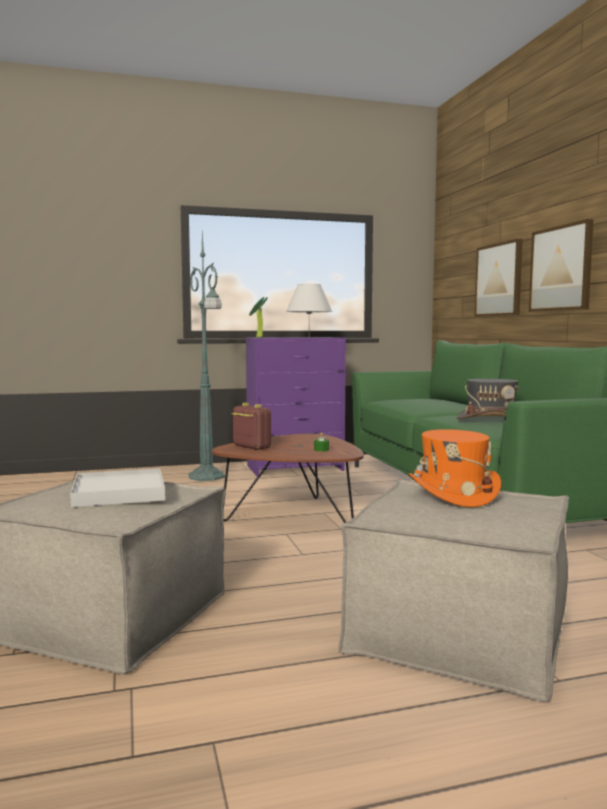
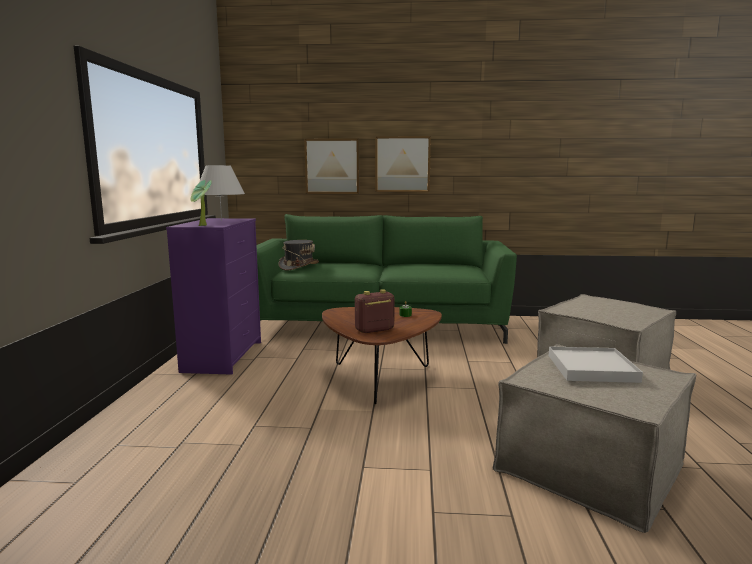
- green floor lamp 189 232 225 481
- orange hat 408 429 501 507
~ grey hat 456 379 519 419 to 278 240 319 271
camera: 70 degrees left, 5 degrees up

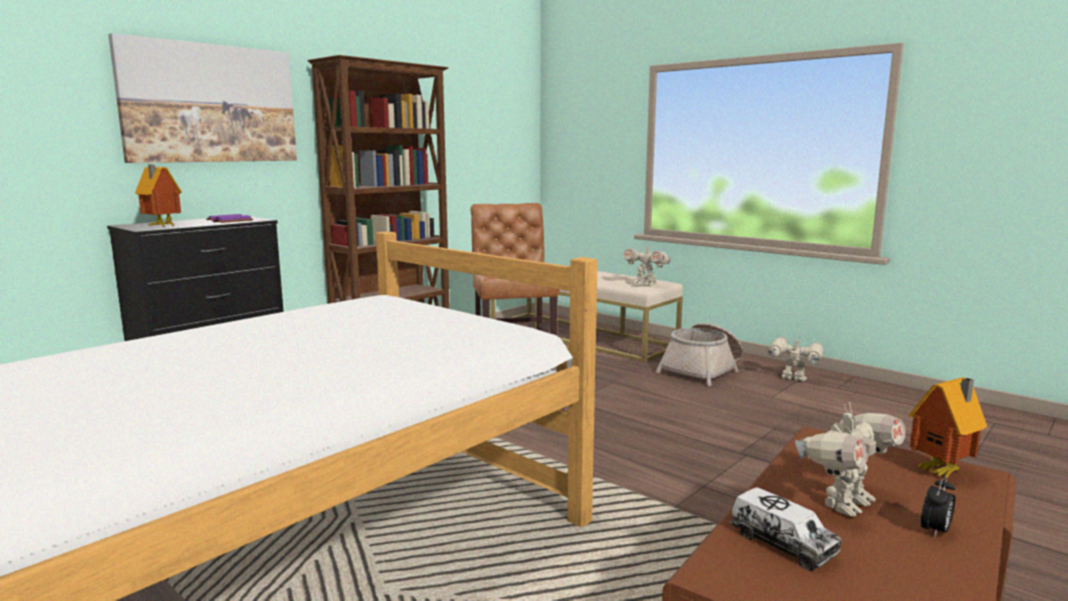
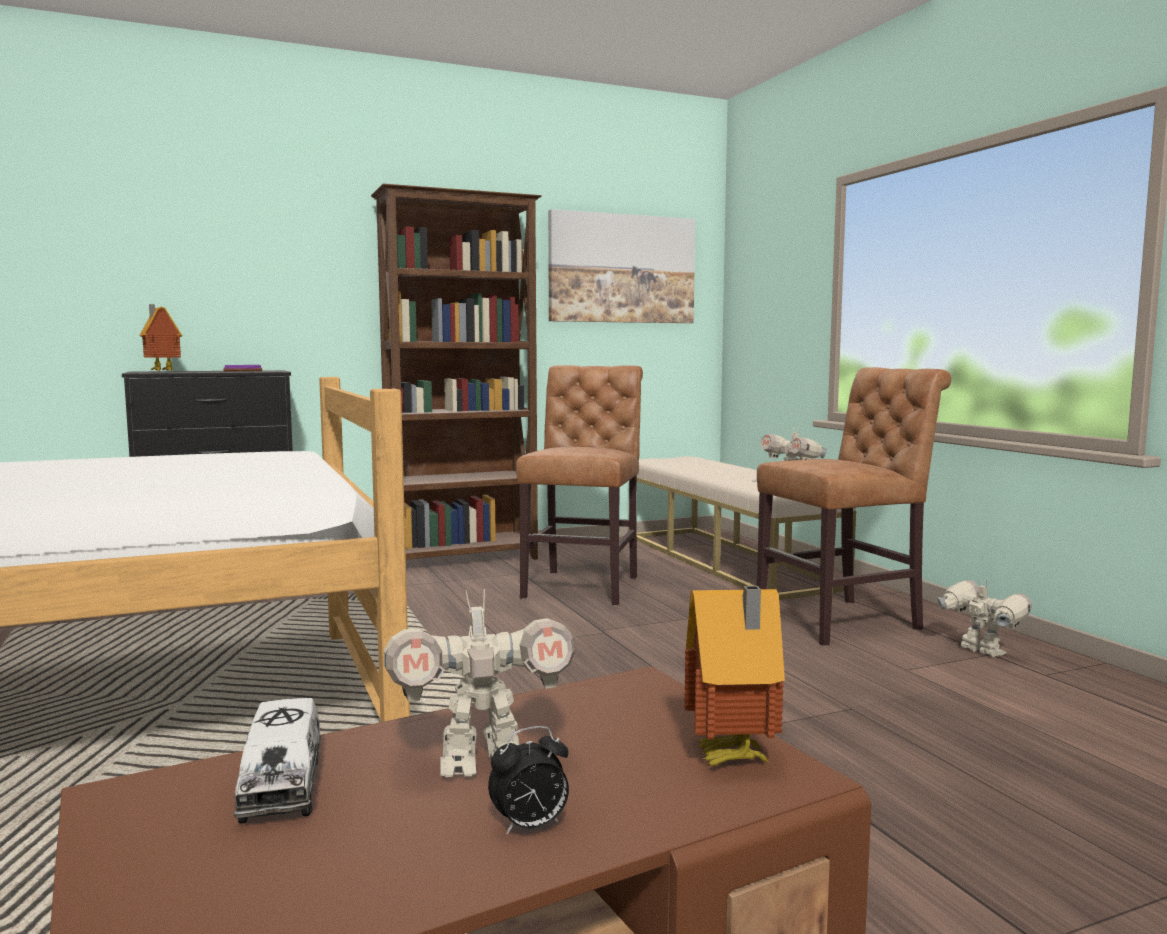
~ picture 108 33 297 163 to 548 209 695 323
~ basket 656 323 743 386 to brown chair 757 367 951 646
camera: 25 degrees right, 5 degrees down

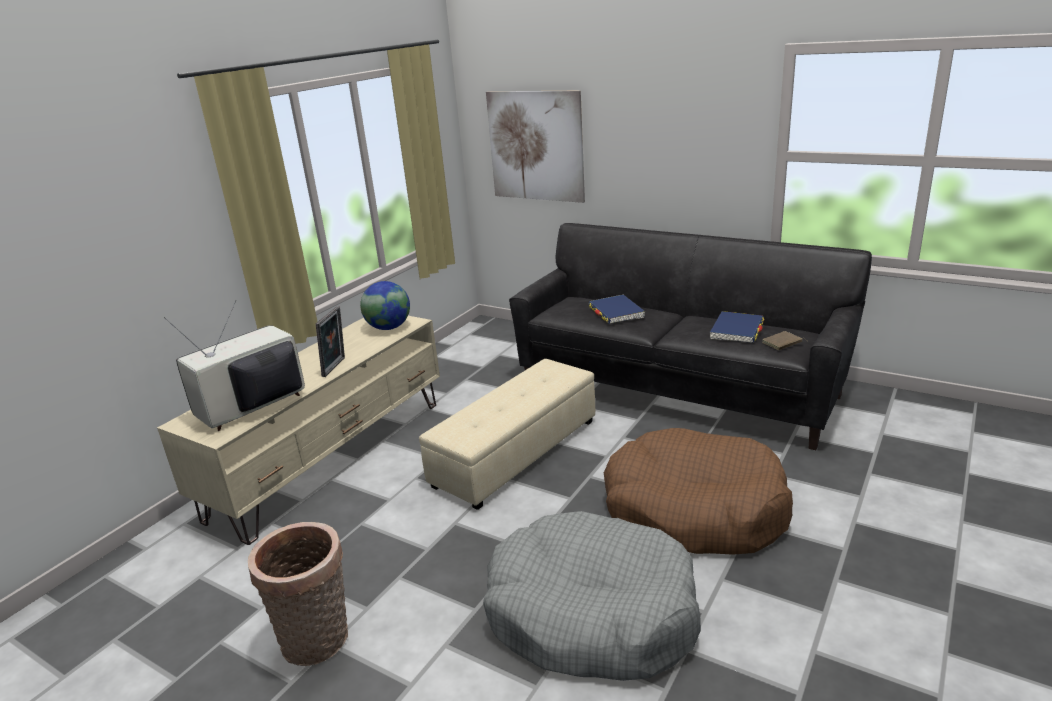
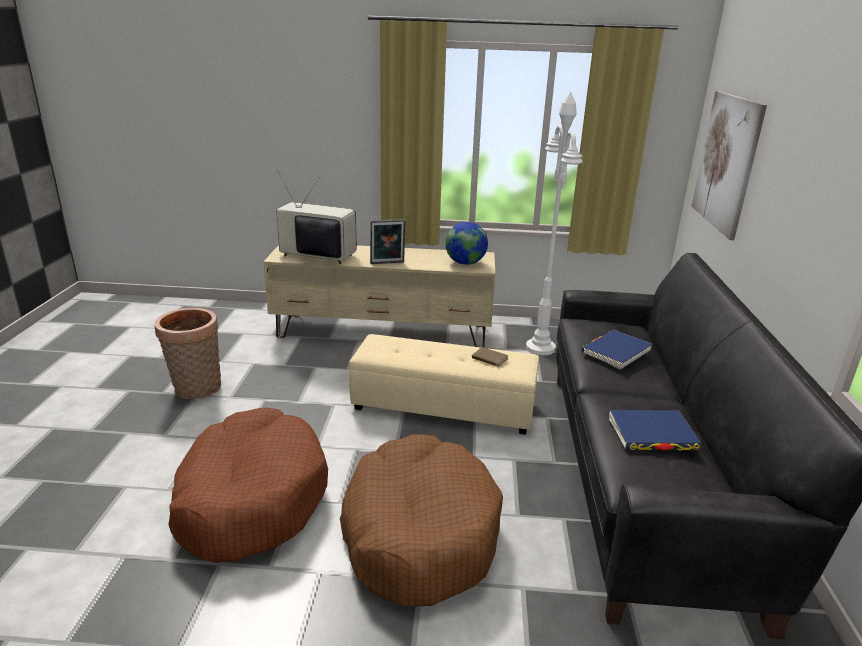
~ grey dog bed 483 511 701 681 to brown dog bed 168 408 328 563
~ brown book 762 331 808 350 to 472 347 508 367
+ white floor lamp 526 91 583 355
camera: 60 degrees right, 0 degrees up

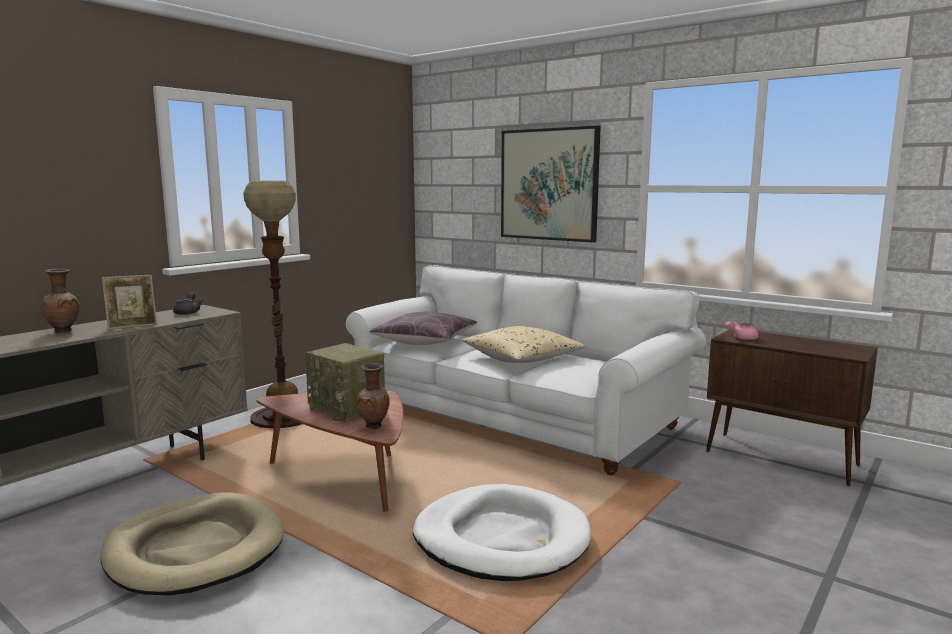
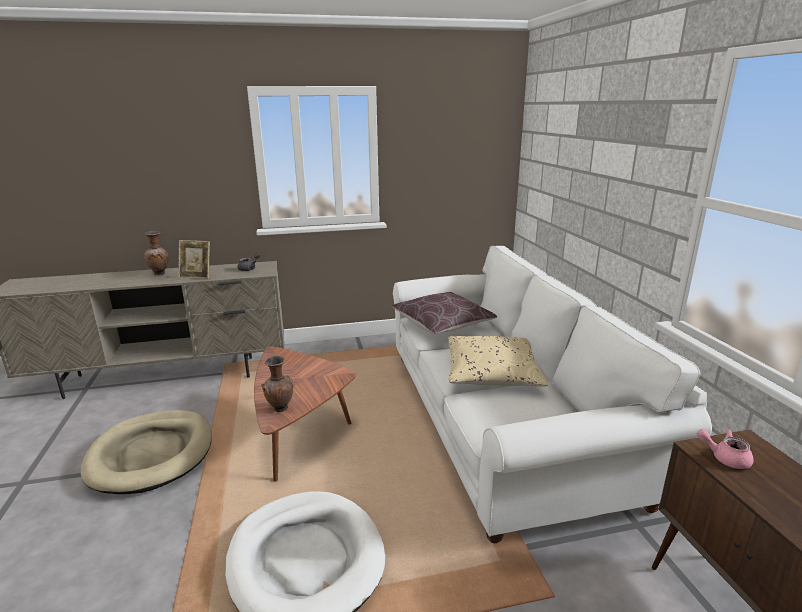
- floor lamp 243 181 301 428
- radio 305 343 385 422
- picture 501 126 601 242
camera: 40 degrees right, 10 degrees up

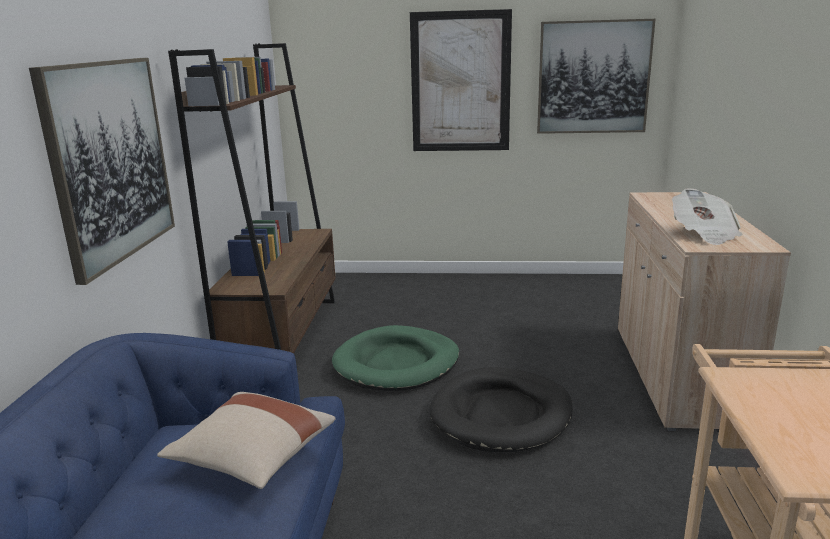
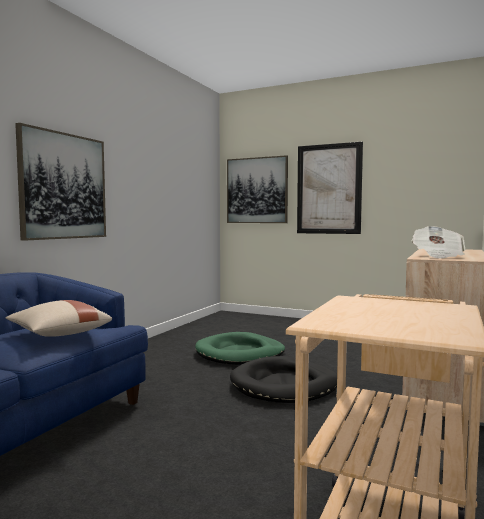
- brown bookcase 168 43 336 354
~ picture 537 19 655 134 to 227 155 288 223
camera: 20 degrees right, 15 degrees down

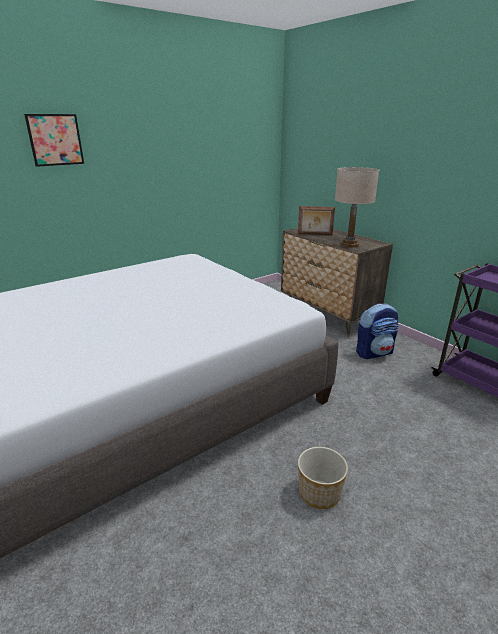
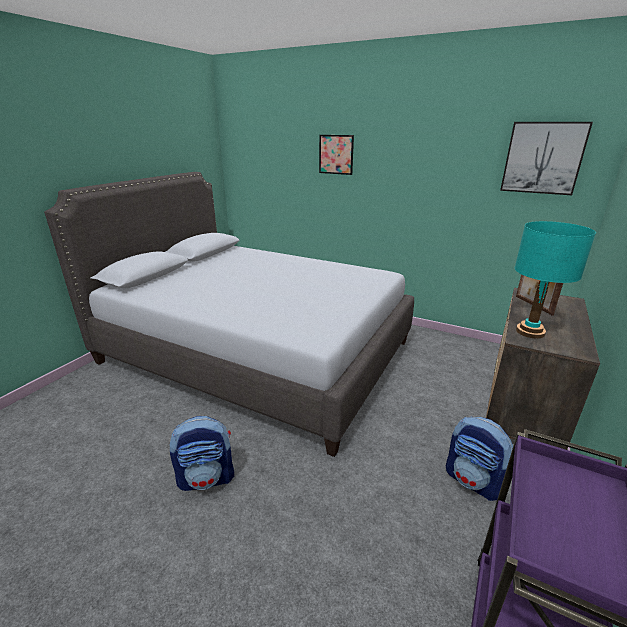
~ planter 298 447 348 509 to backpack 170 416 234 491
~ beige table lamp 335 167 379 248 to turquoise table lamp 514 221 596 339
+ picture 500 122 593 195
camera: 65 degrees right, 0 degrees up

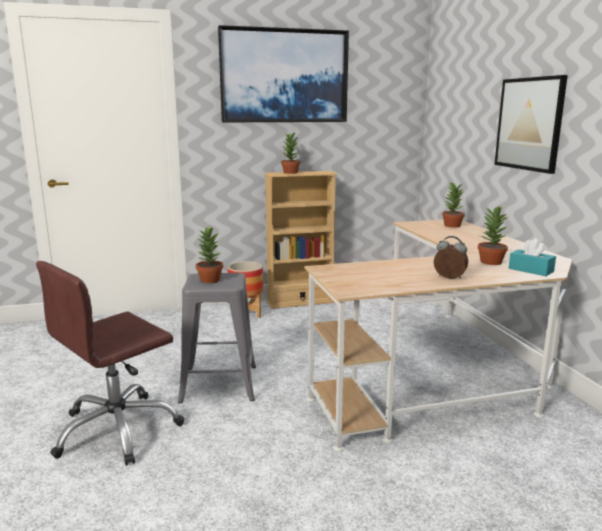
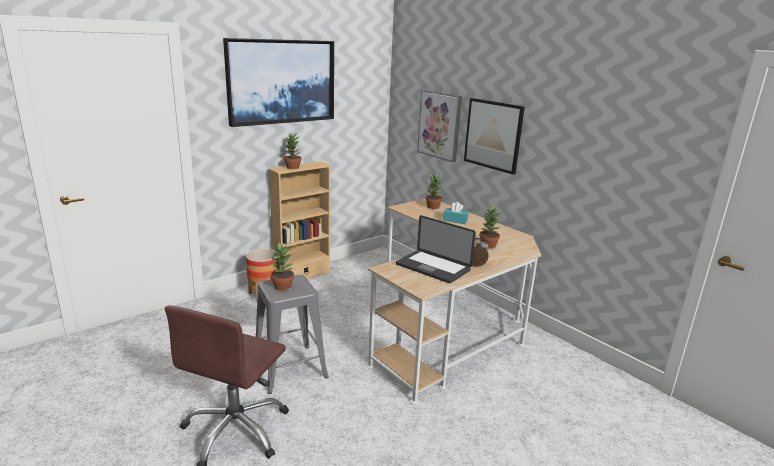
~ turquoise tissue box 509 239 556 276 to 443 202 469 224
+ laptop 396 215 476 283
+ picture 417 90 462 162
camera: 25 degrees left, 5 degrees up

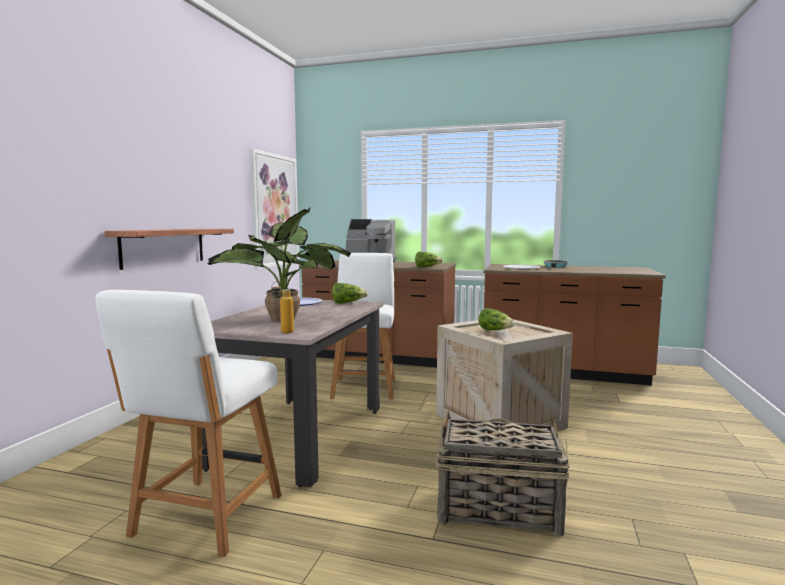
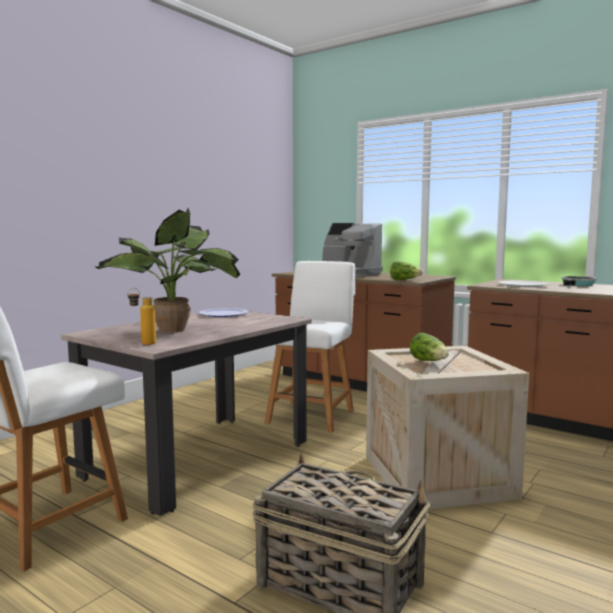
- shelf 105 229 234 270
- picture 249 148 299 270
- lettuce 332 283 368 303
camera: 20 degrees right, 0 degrees up

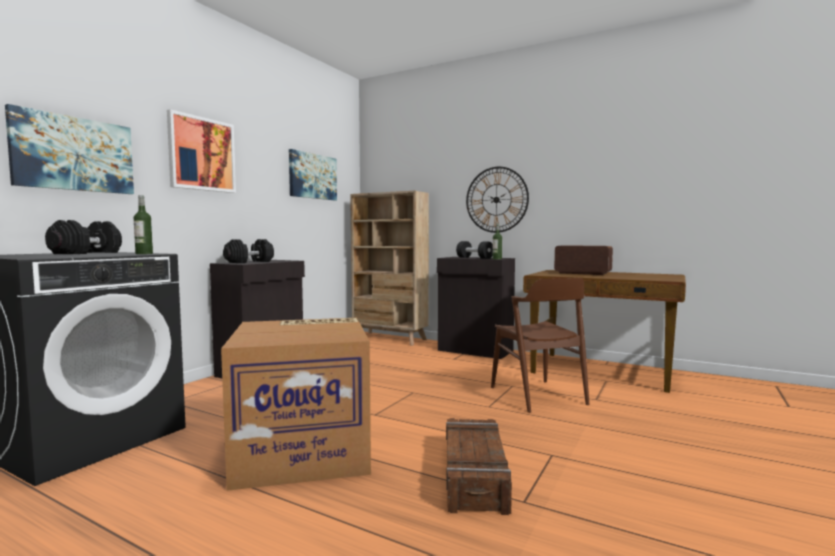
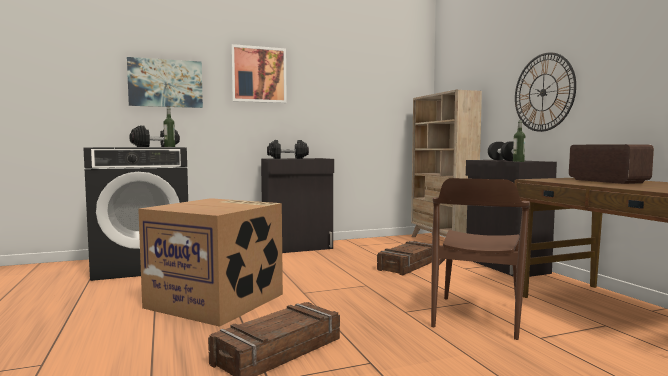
- picture 289 149 337 200
+ crate 377 241 432 275
camera: 40 degrees right, 0 degrees up

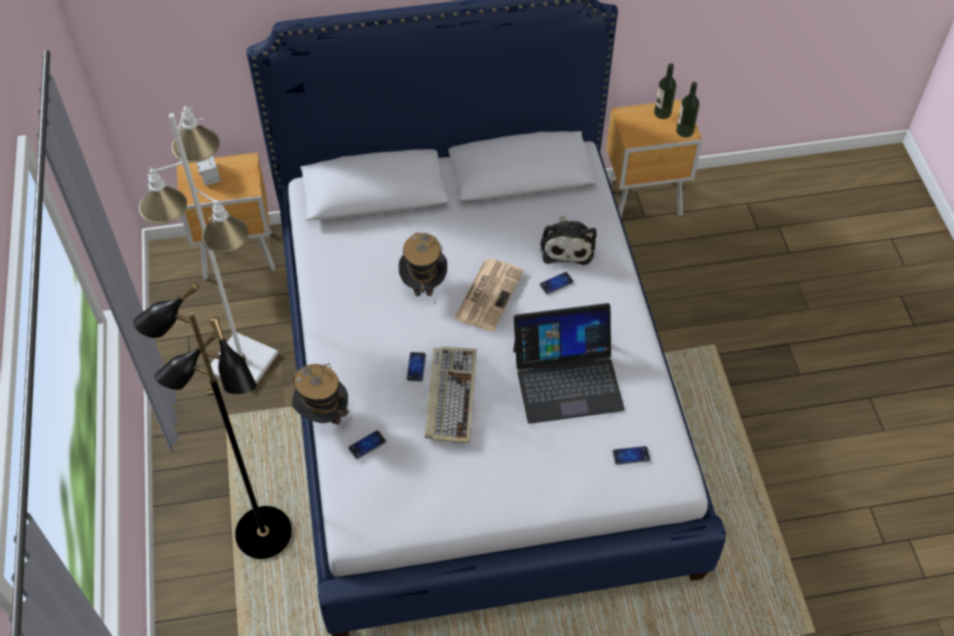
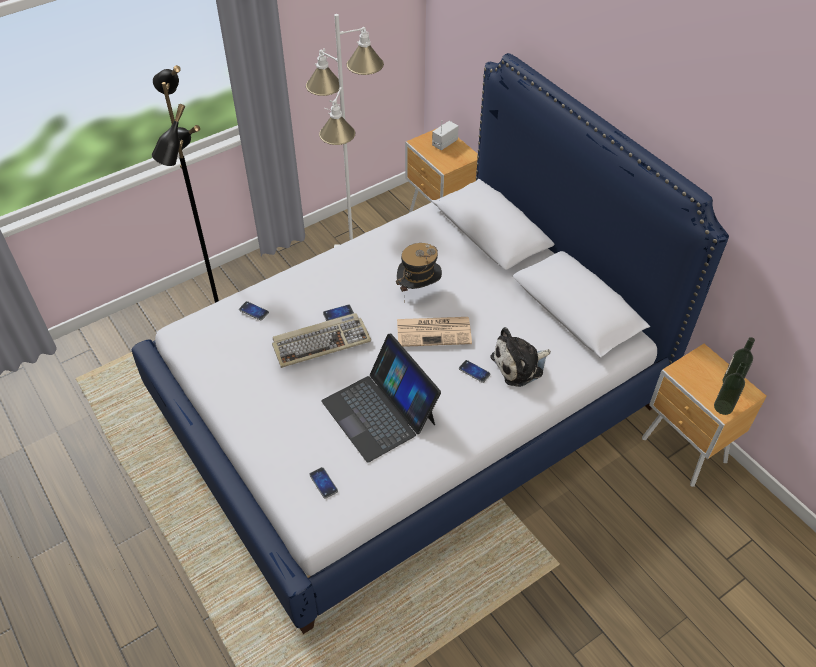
- hat 292 363 351 425
camera: 65 degrees right, 5 degrees down

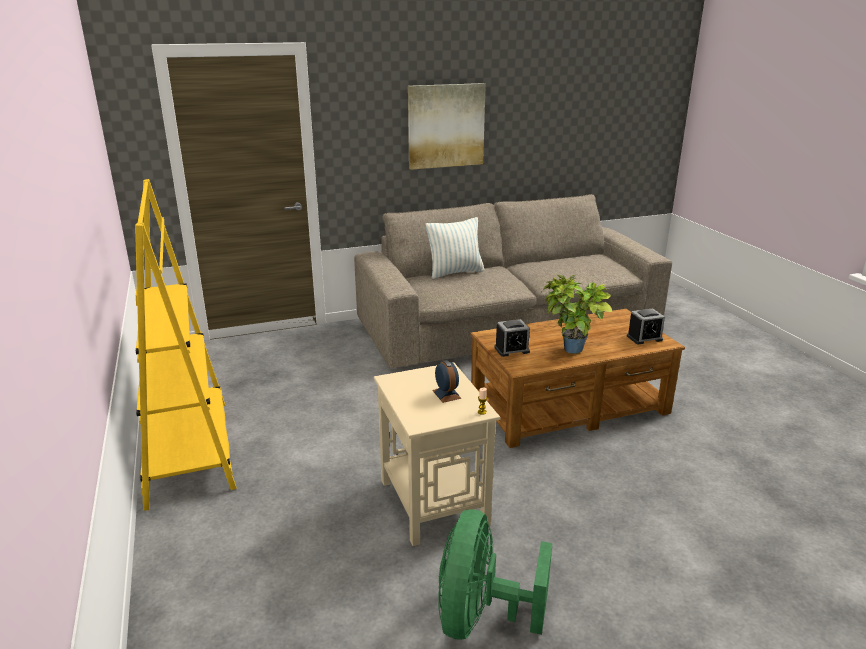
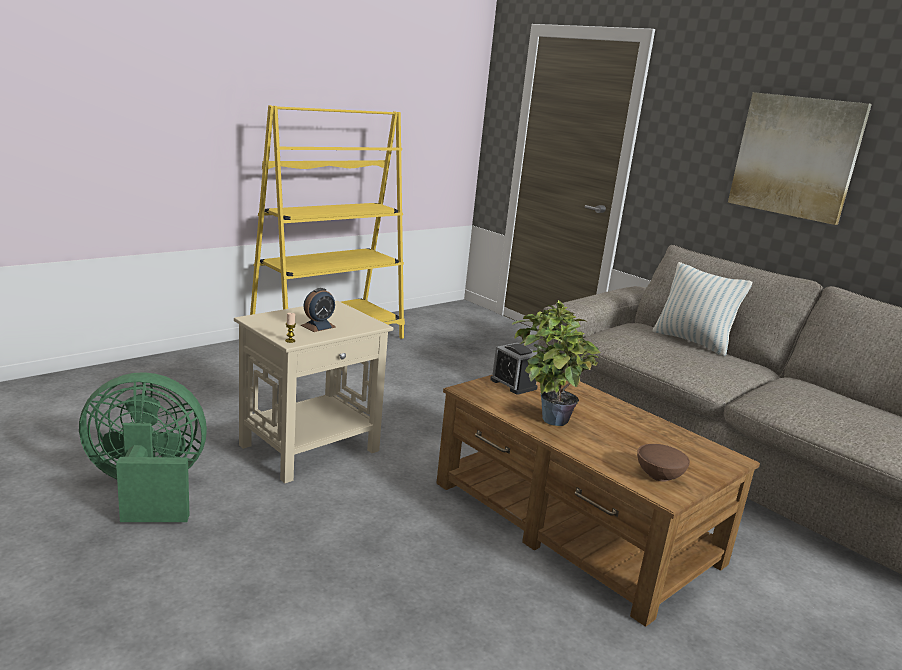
~ alarm clock 627 308 665 344 to brown bowl 637 444 690 482
camera: 65 degrees right, 5 degrees down

